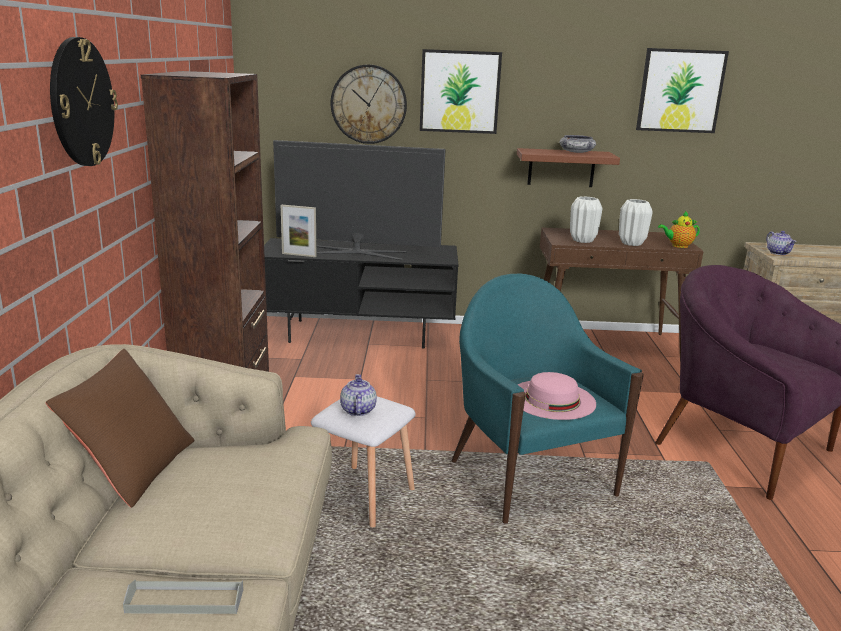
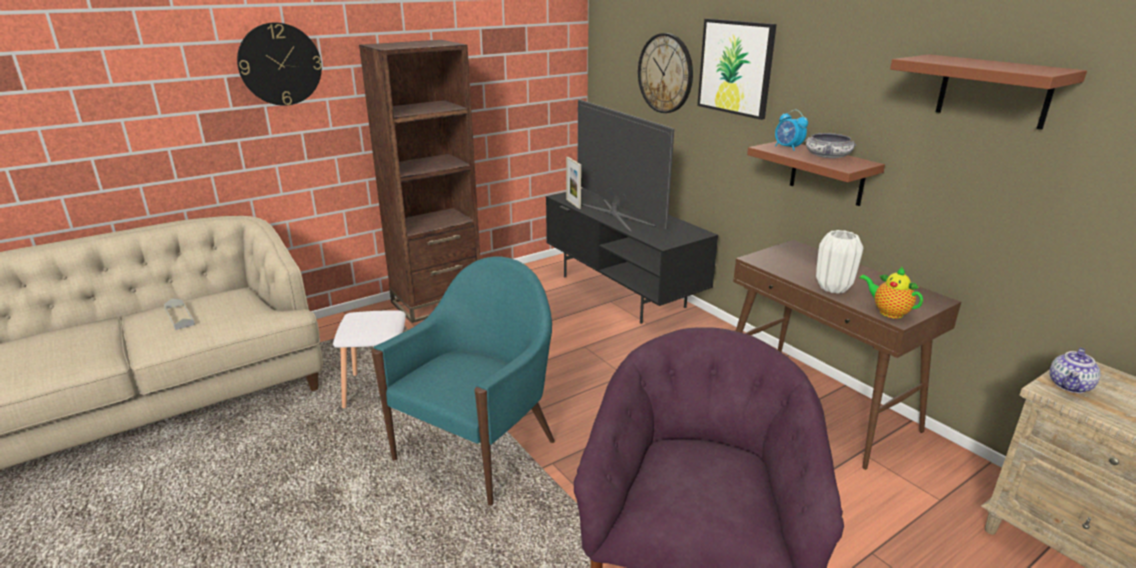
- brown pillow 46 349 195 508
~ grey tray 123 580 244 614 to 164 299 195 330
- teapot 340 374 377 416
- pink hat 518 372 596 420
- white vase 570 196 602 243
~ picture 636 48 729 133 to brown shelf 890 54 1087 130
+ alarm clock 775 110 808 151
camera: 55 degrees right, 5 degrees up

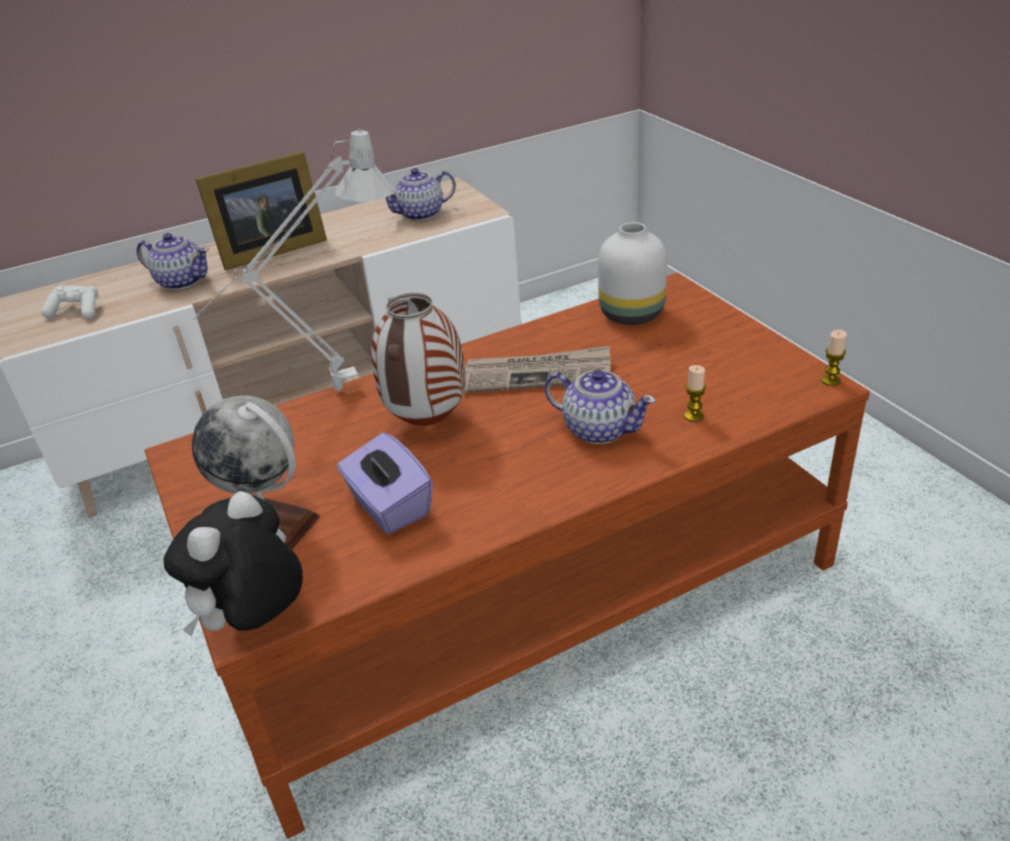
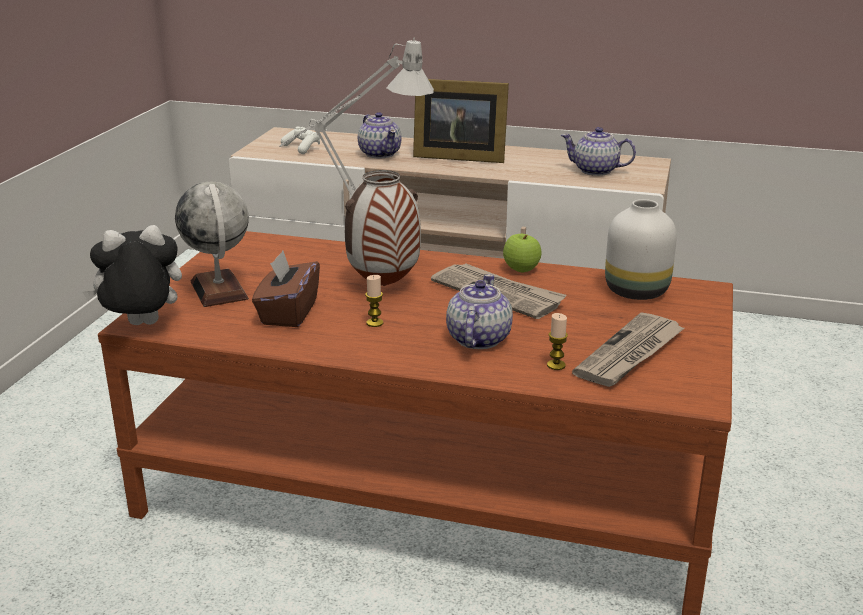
~ purple tissue box 337 433 433 534 to brown tissue box 252 251 320 327
~ teapot 545 370 656 444 = 446 274 513 349 150 degrees counterclockwise
~ candle 821 330 847 386 to 365 275 383 327
+ apple 503 234 542 272
+ newspaper 572 312 685 387
camera: 40 degrees right, 10 degrees down

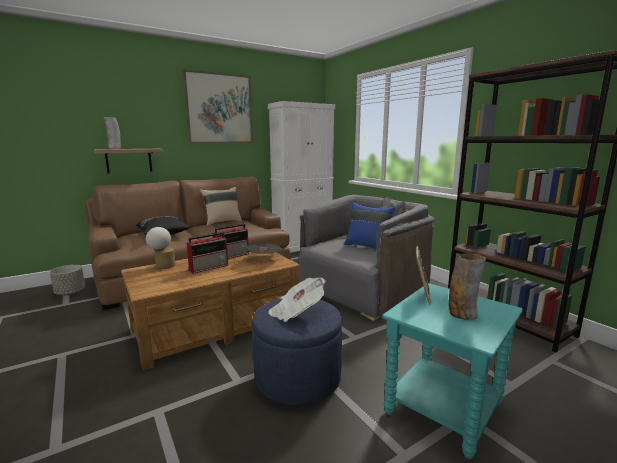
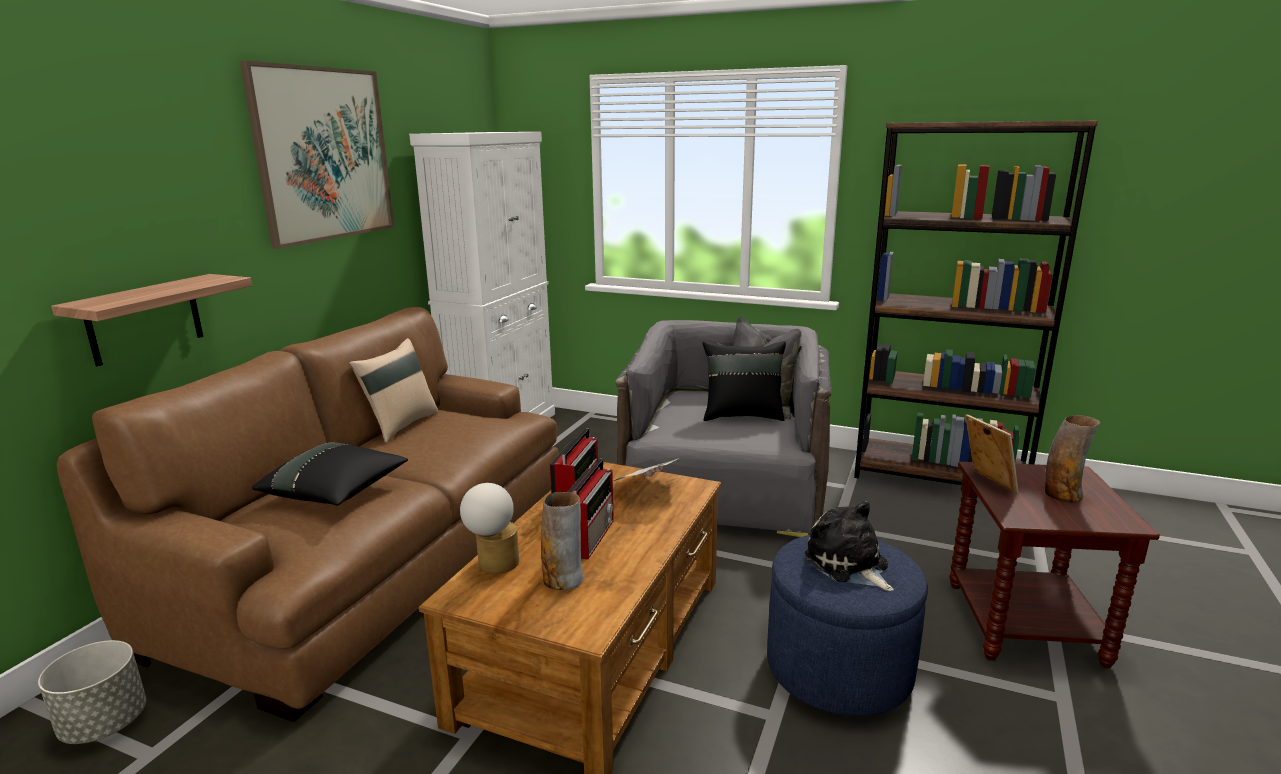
~ vase 103 117 121 149 to 541 492 583 590
~ newspaper 268 278 326 322 to plush toy 805 501 893 591
~ blue pillow 344 203 395 249 to black pillow 702 341 786 421
~ turquoise side table 382 283 523 459 to brown side table 949 462 1160 668
camera: 35 degrees left, 5 degrees up

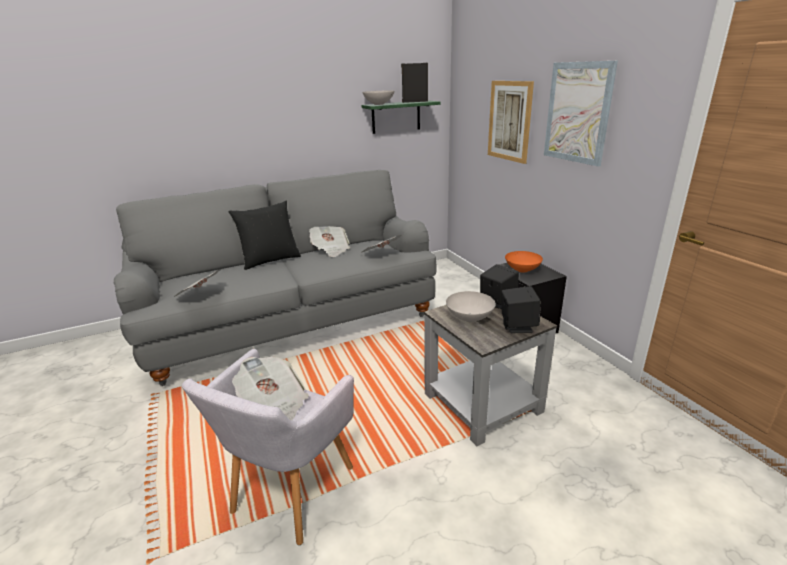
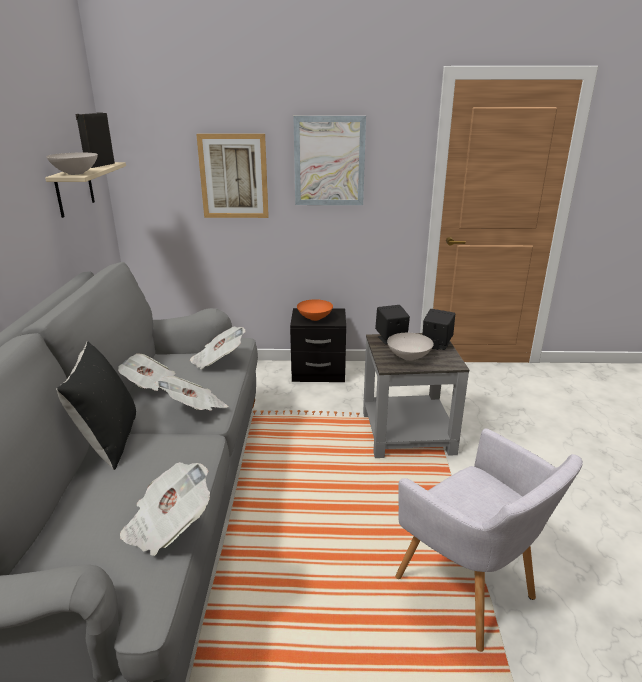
~ newspaper 232 357 309 420 to 155 376 228 411
~ green shelf 362 100 441 134 to beige shelf 45 162 126 218
camera: 65 degrees left, 0 degrees up

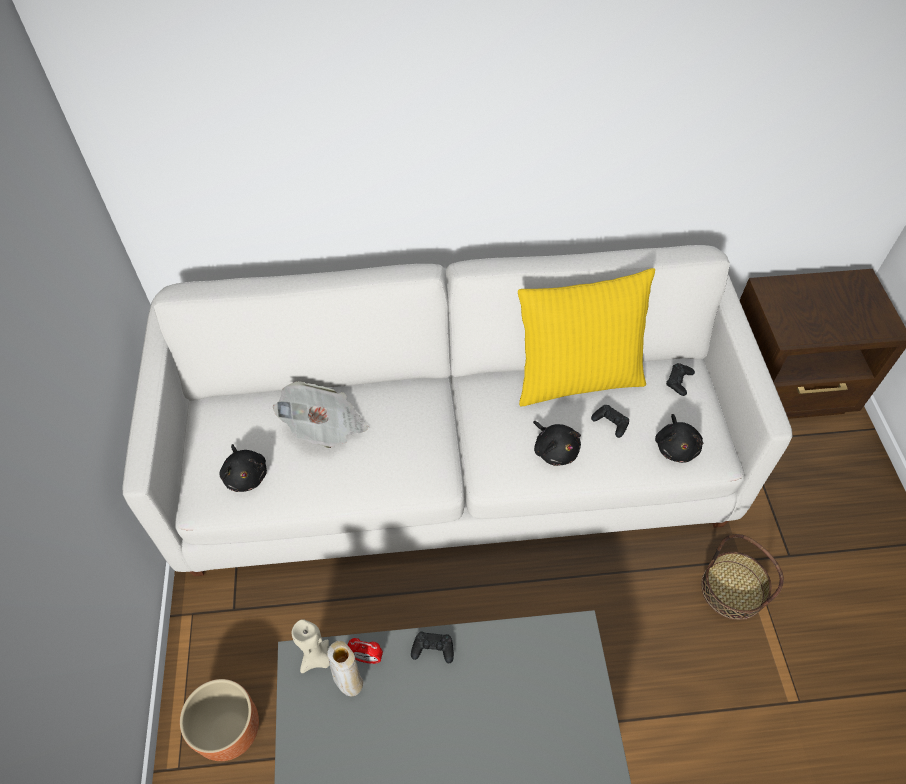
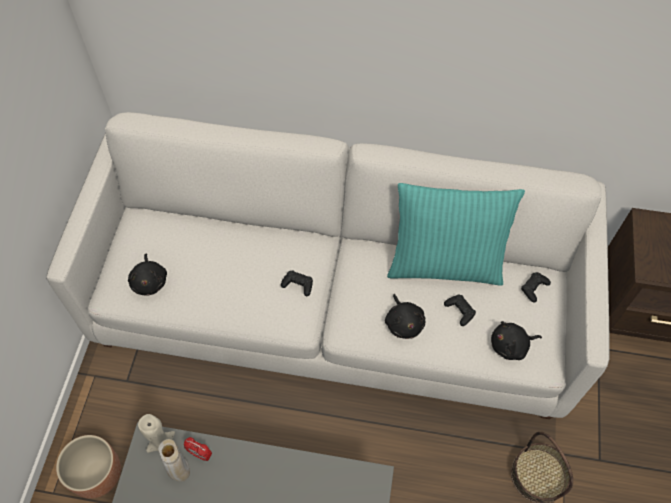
- newspaper 273 381 368 448
~ black game controller 411 631 454 663 to 281 270 313 296
~ yellow pillow 518 268 655 406 to turquoise pillow 387 183 525 286
~ black plush toy 655 414 703 463 = 491 321 542 360 60 degrees clockwise
camera: 15 degrees right, 5 degrees up

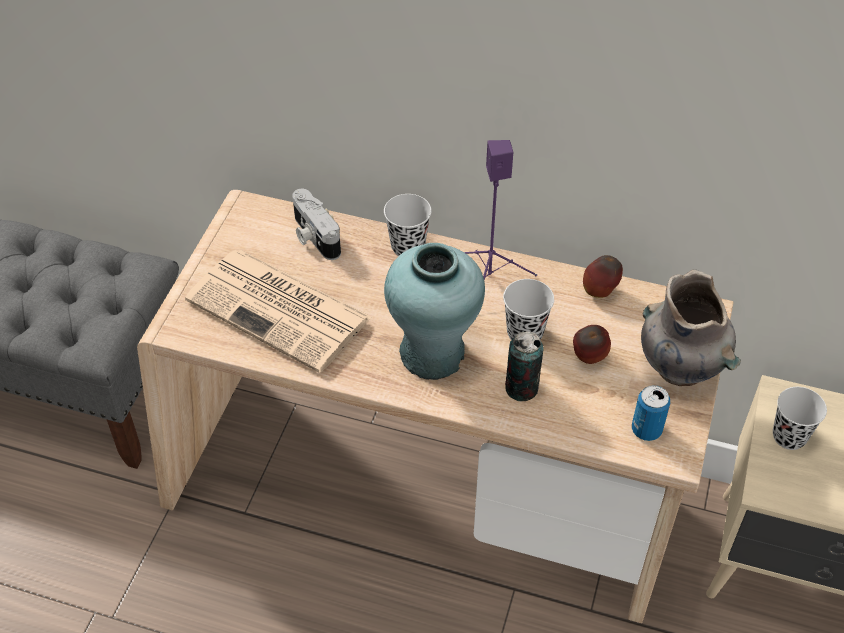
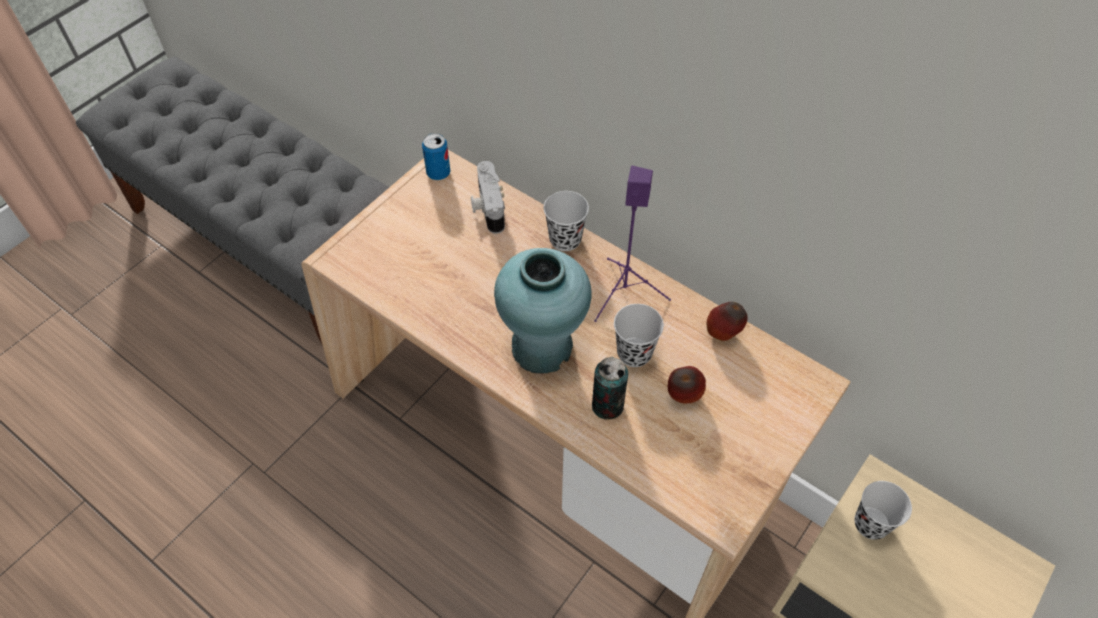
- newspaper 185 250 371 373
~ can 632 385 670 441 to 422 133 450 180
- grey vase 641 270 741 386
camera: 20 degrees right, 5 degrees up

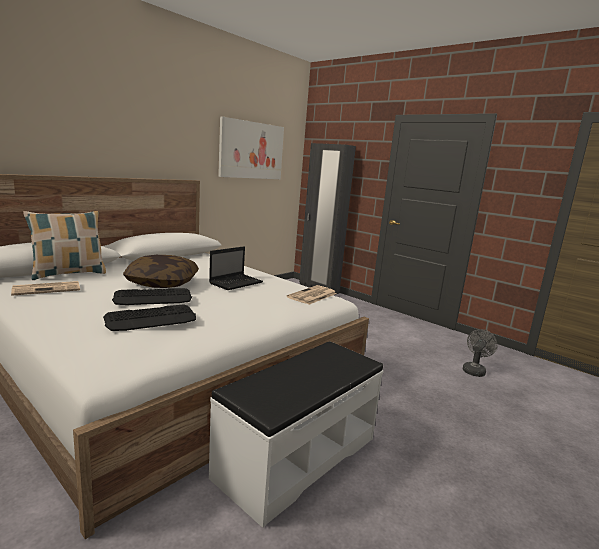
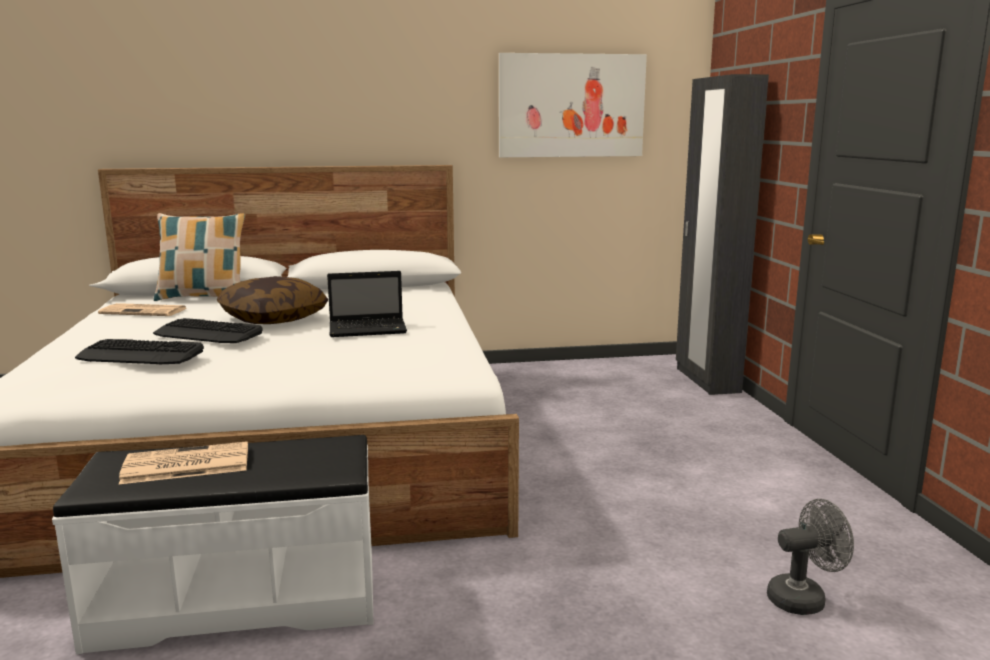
~ newspaper 287 285 337 305 to 119 441 248 484
camera: 40 degrees right, 0 degrees up

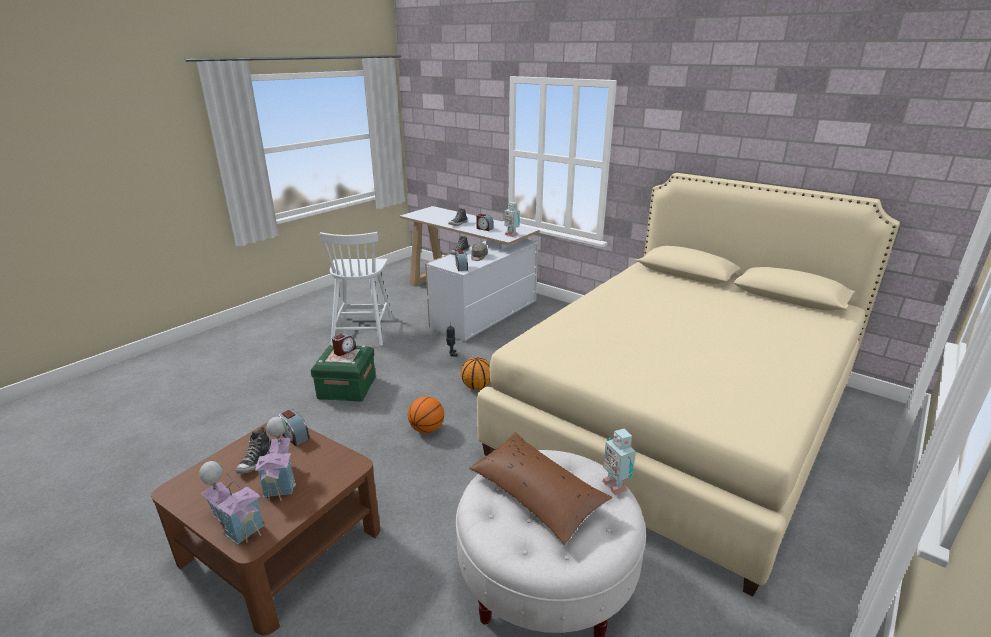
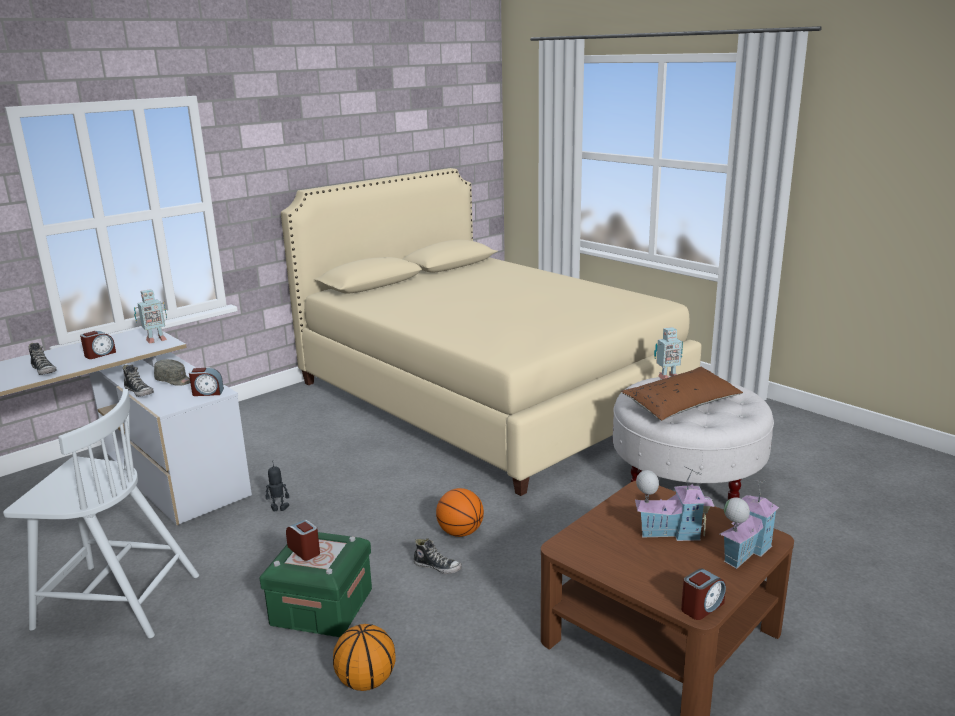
~ shoe 236 427 271 474 to 414 538 462 574
~ alarm clock 278 409 309 446 to 681 569 726 620
~ basketball 461 357 491 390 to 333 624 396 691
camera: 80 degrees left, 5 degrees down

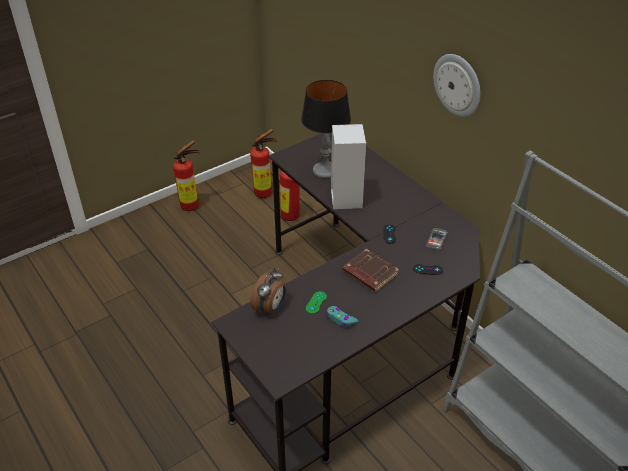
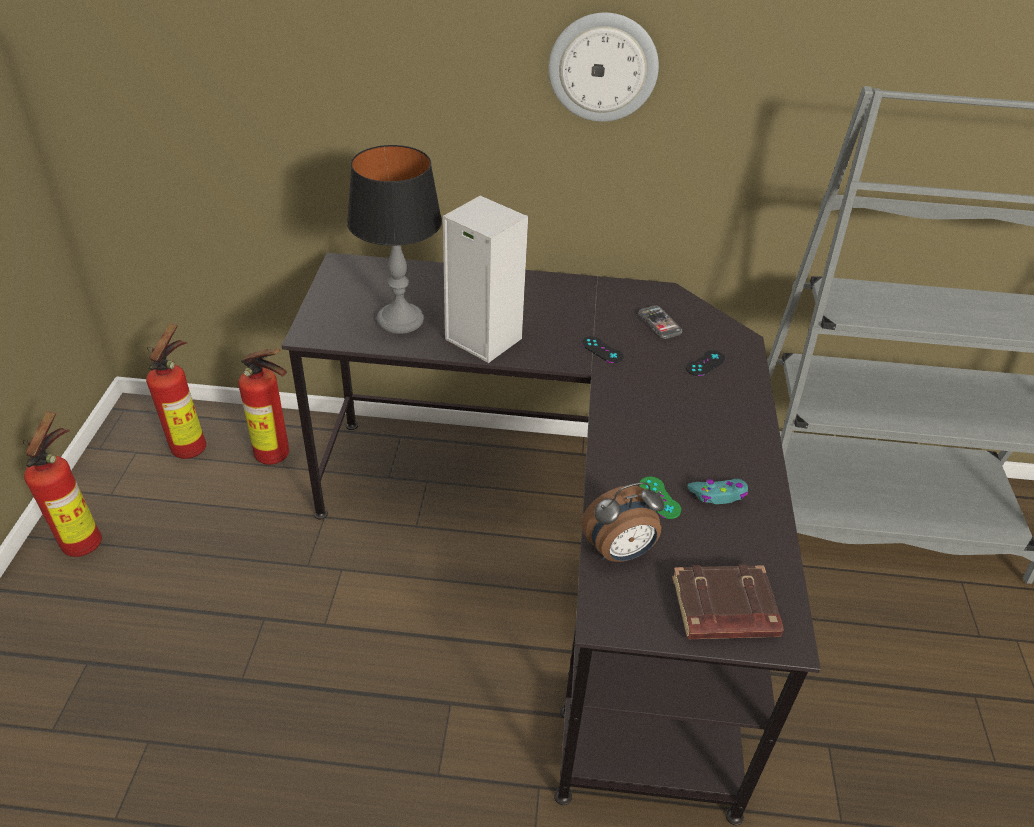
~ alarm clock 250 268 286 316 = 581 482 664 562 90 degrees clockwise
~ brown book 343 249 399 292 to 672 564 784 639
camera: 50 degrees left, 0 degrees up

